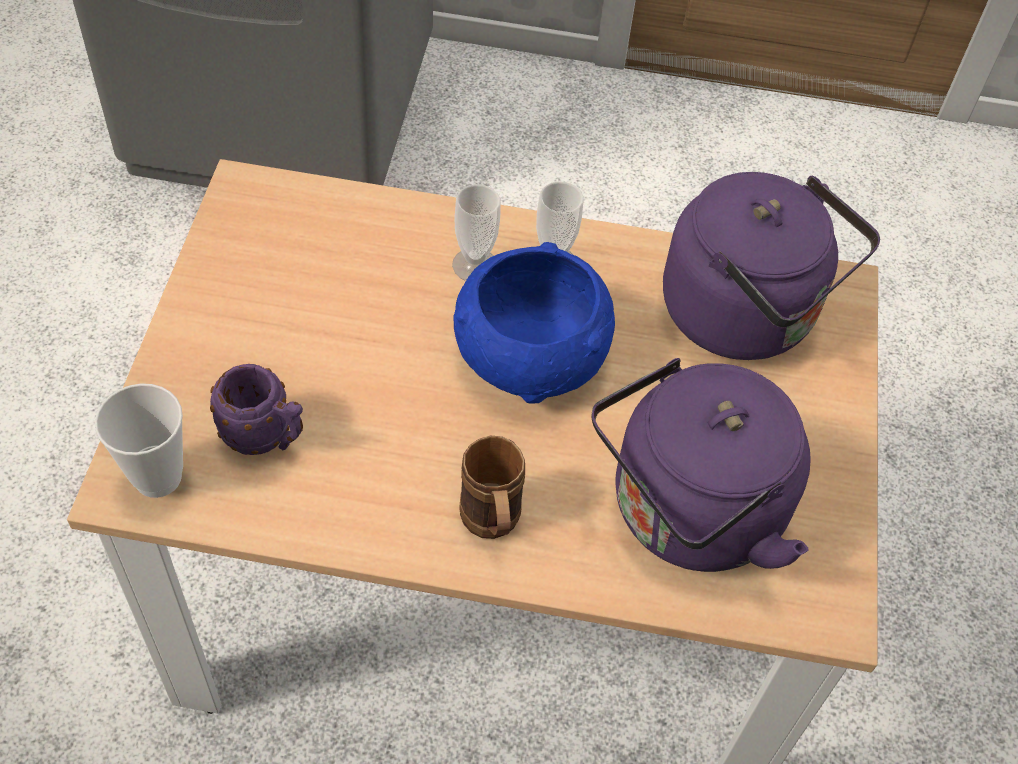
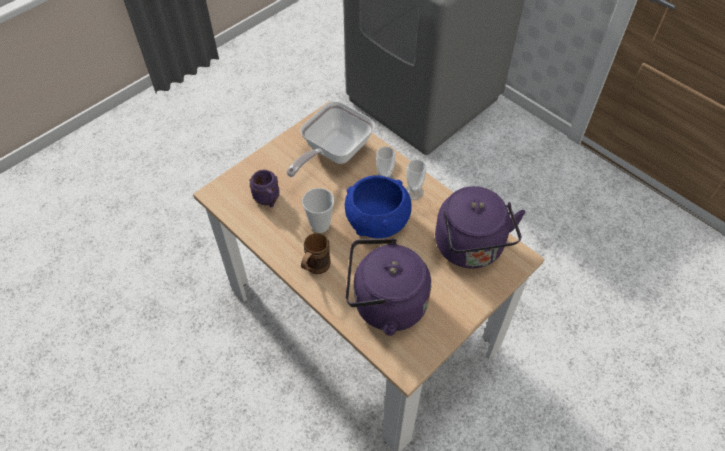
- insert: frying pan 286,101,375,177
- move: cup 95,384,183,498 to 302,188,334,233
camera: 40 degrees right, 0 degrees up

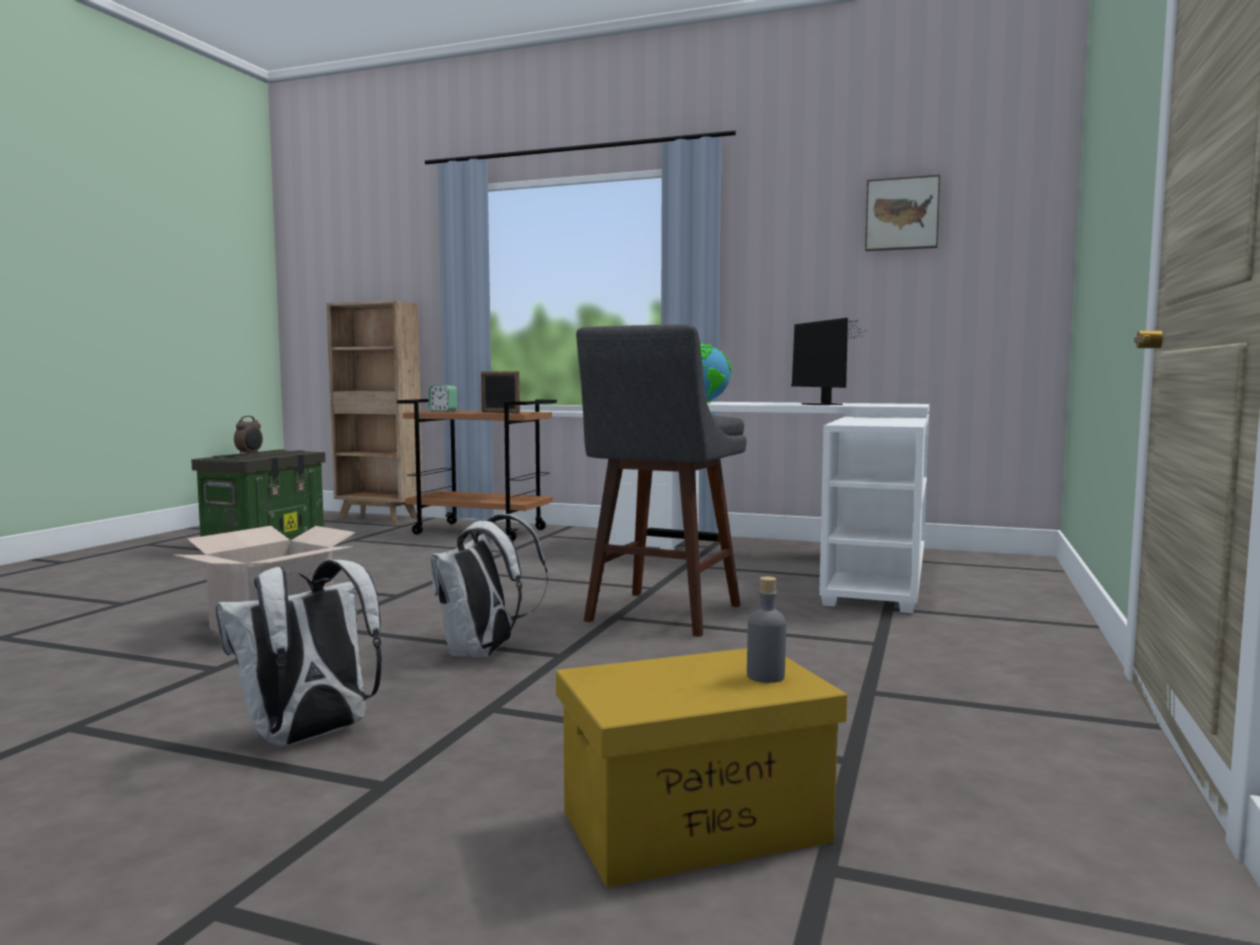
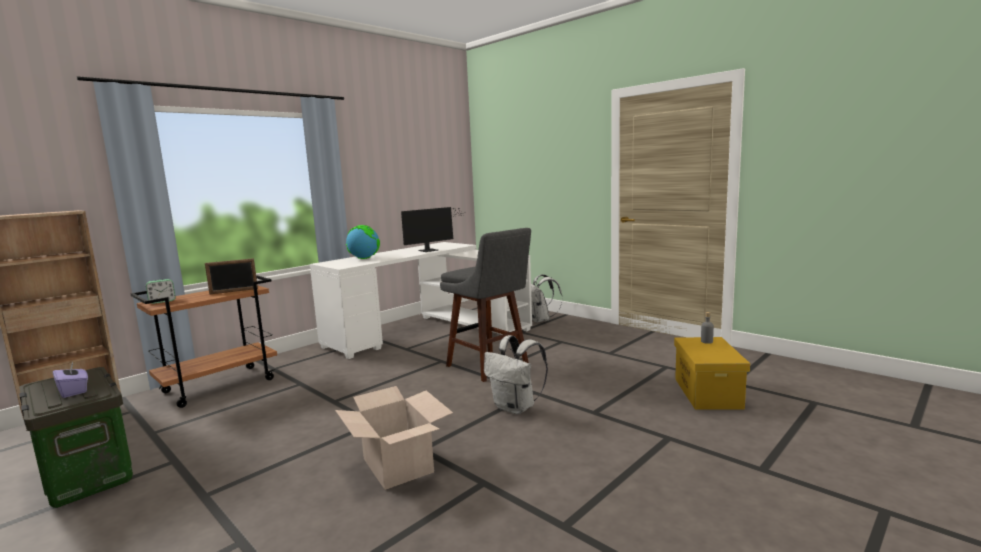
- replace: alarm clock 234,416,263,455 to purple tissue box 53,361,88,398
- rotate: monitor 791,318,865,405 = 401,207,467,252 45 degrees counterclockwise
- move: white backpack 216,560,382,746 to 531,274,563,323
- delete: picture 865,175,940,251
camera: 65 degrees left, 5 degrees up

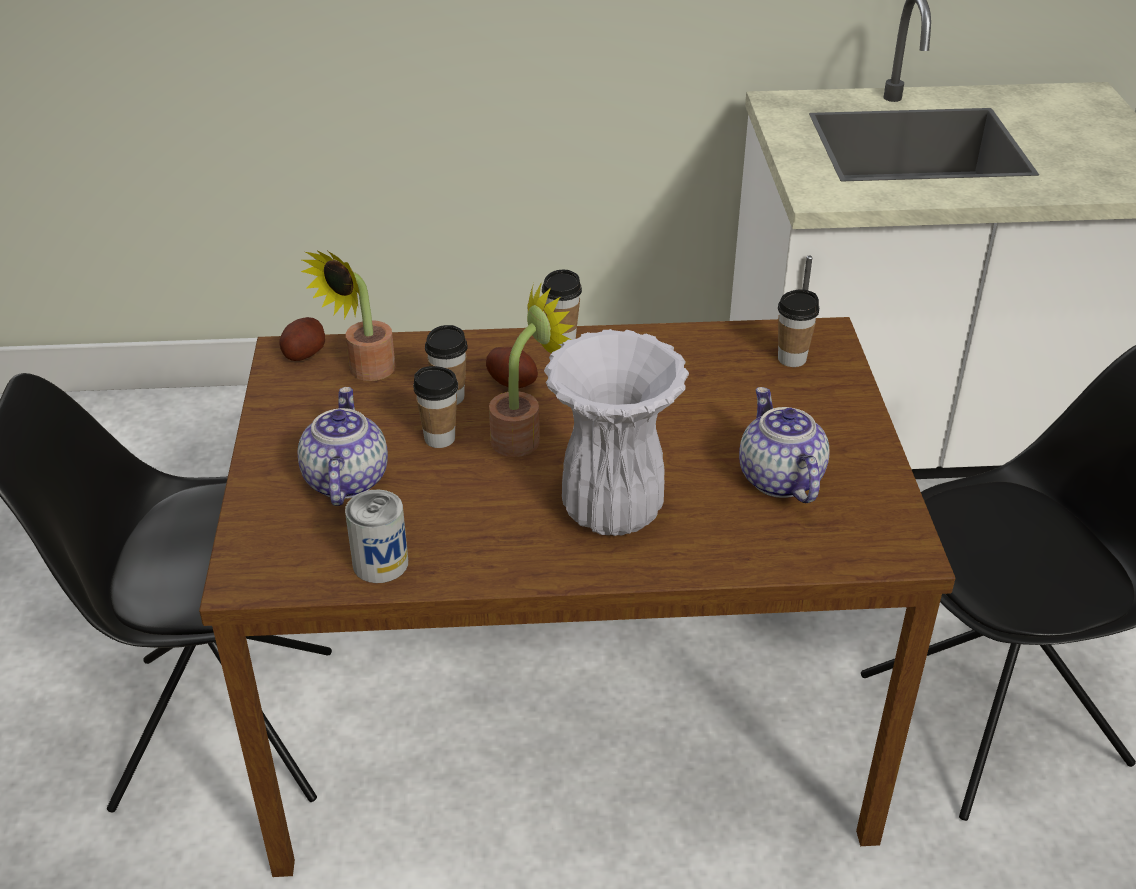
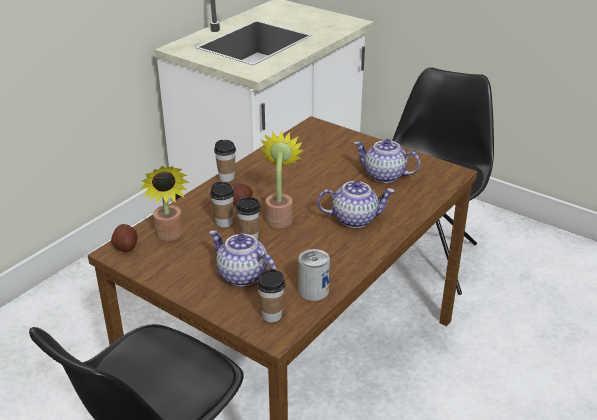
- move: cup 778,289,819,367 to 257,269,285,322
- replace: white vase 544,329,689,536 to teapot 317,181,395,228
camera: 50 degrees left, 5 degrees down

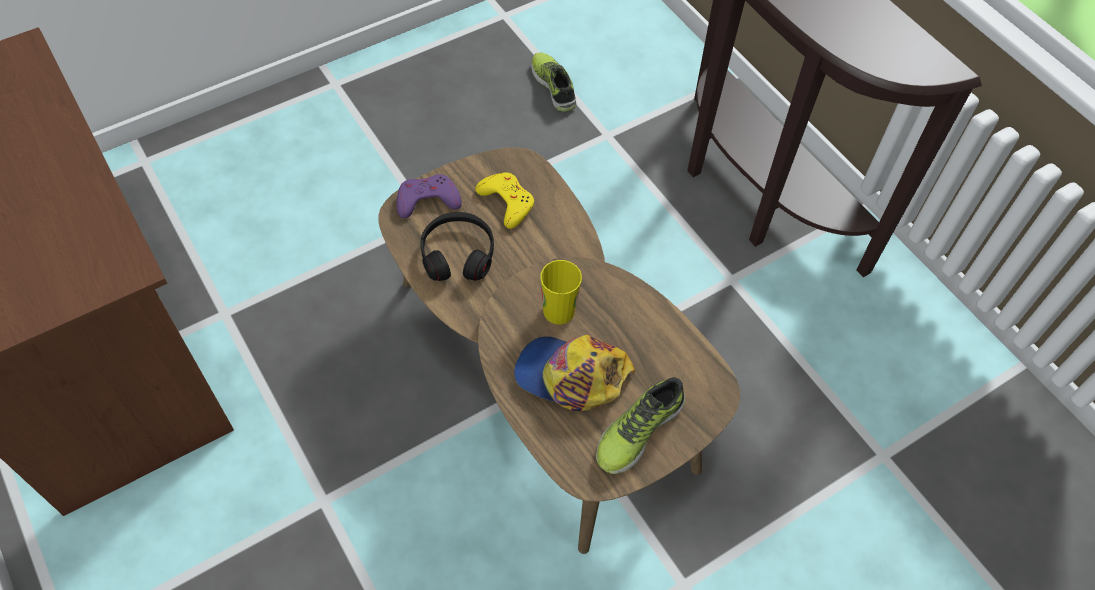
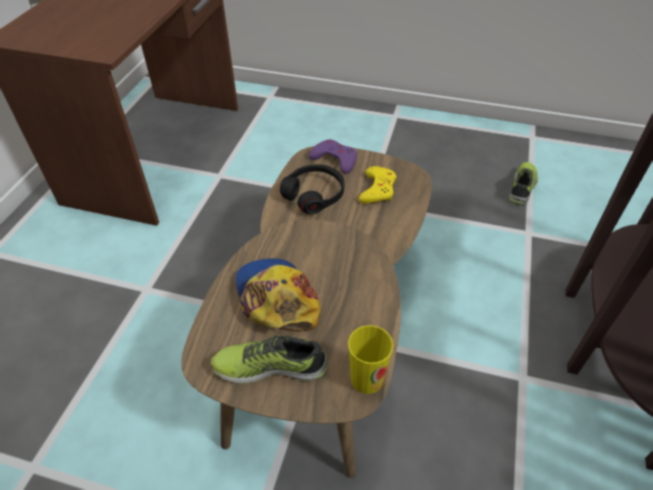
- move: cup 540,260,582,324 to 348,325,393,394
camera: 50 degrees right, 10 degrees down

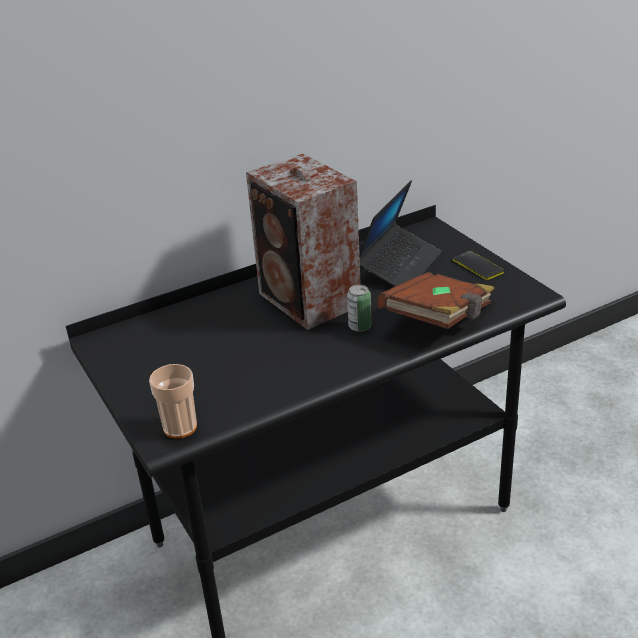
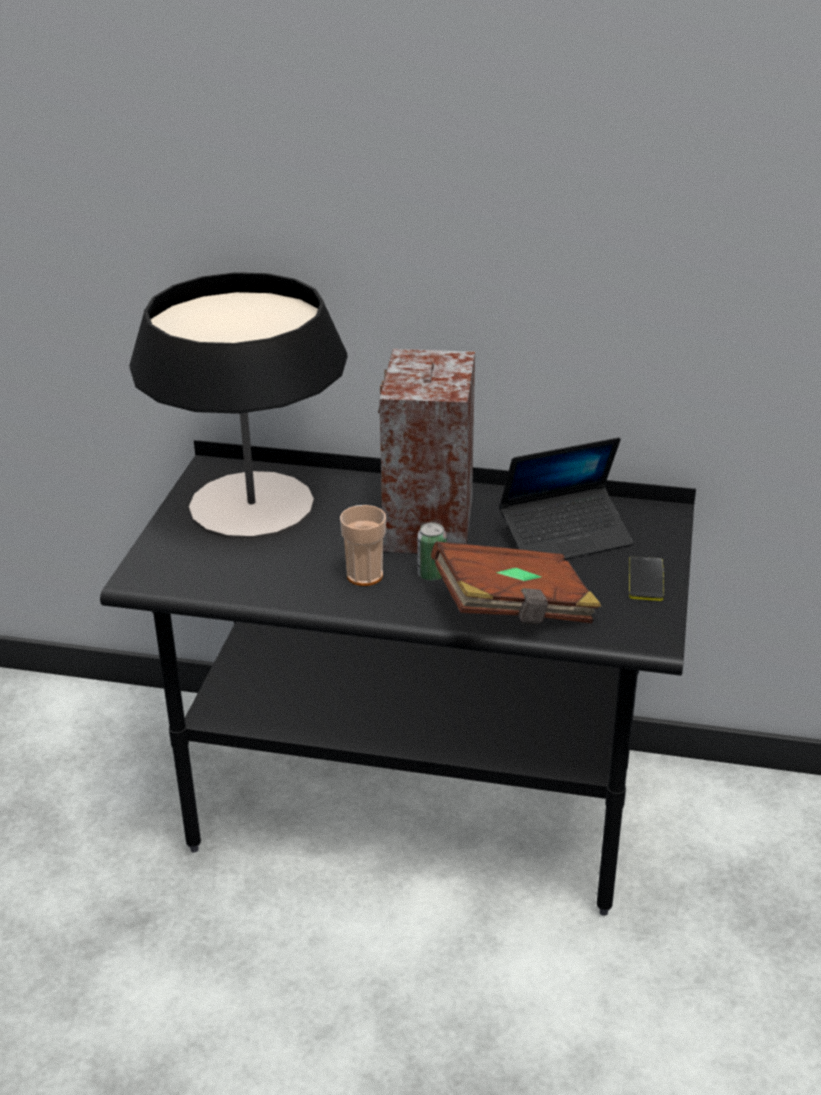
- insert: table lamp 129,272,347,540
- move: cup 149,364,197,439 to 340,505,386,586
camera: 40 degrees right, 0 degrees up

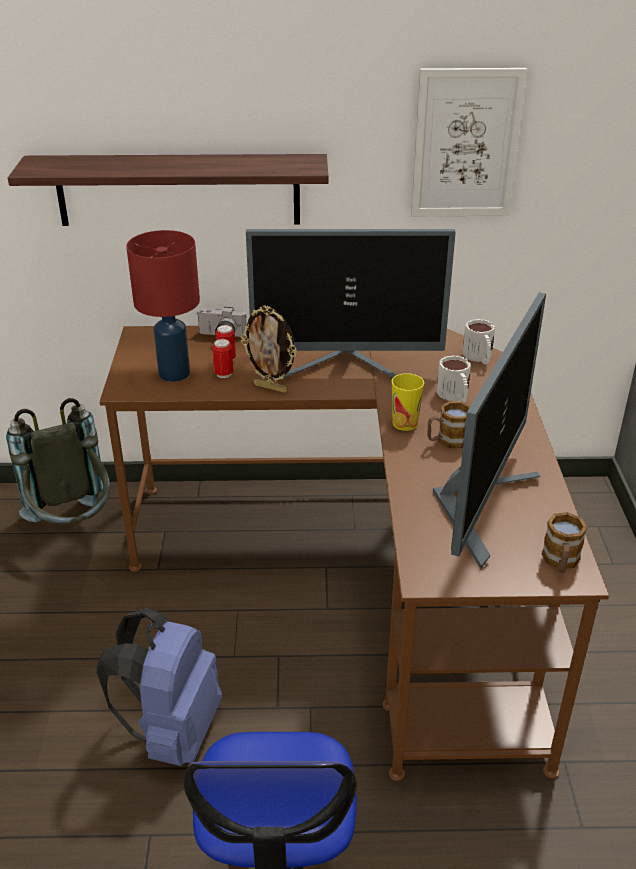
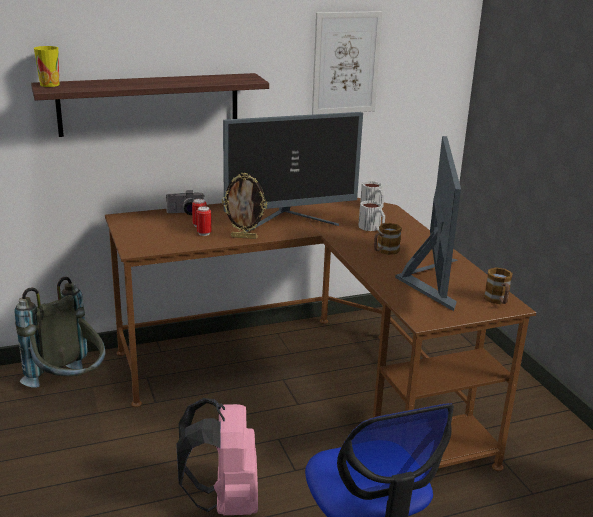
- move: cup 392,373,424,431 to 34,46,59,87
- recolor: blue backpack 97,608,222,766 to pink backpack 176,398,258,515
- delete: red table lamp 126,230,200,382
camera: 20 degrees left, 10 degrees down

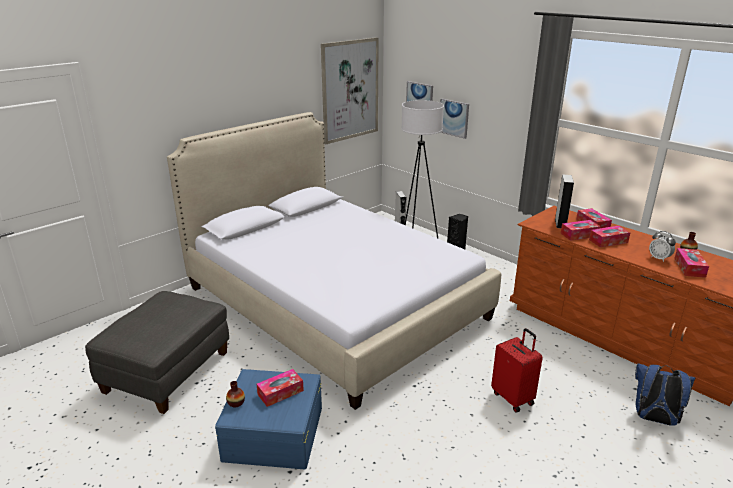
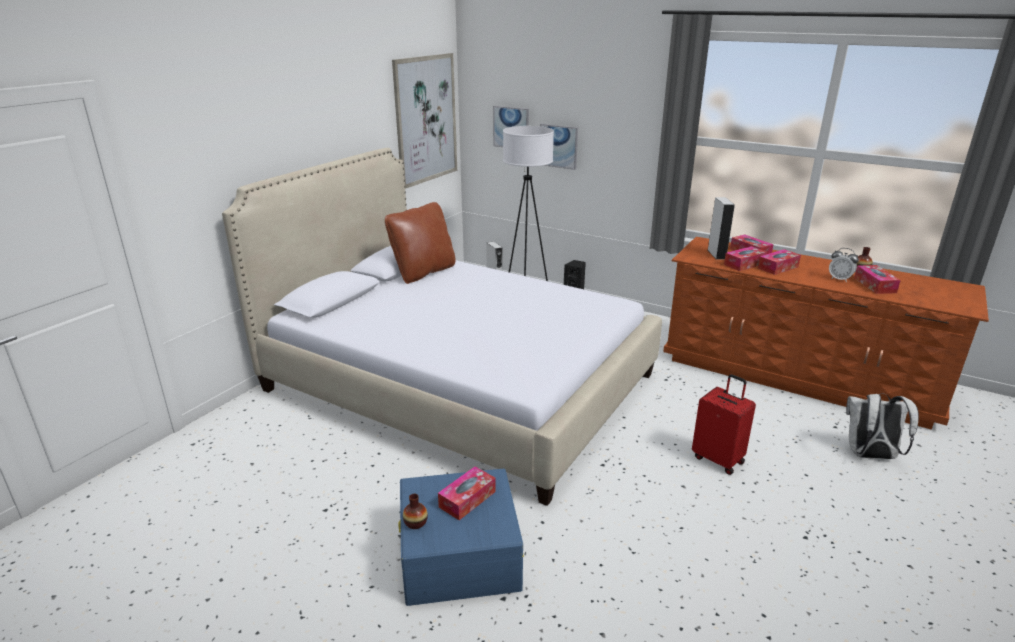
- insert: brown pillow 385,202,456,284
- recolor: blue backpack 635,363,695,426 to white backpack 846,393,919,459
- delete: grey ottoman 85,291,229,414
camera: 15 degrees left, 0 degrees up

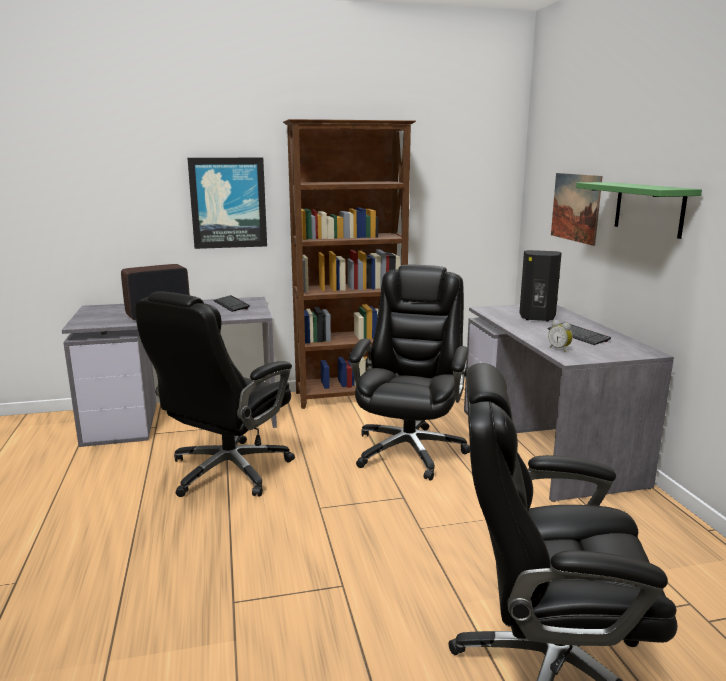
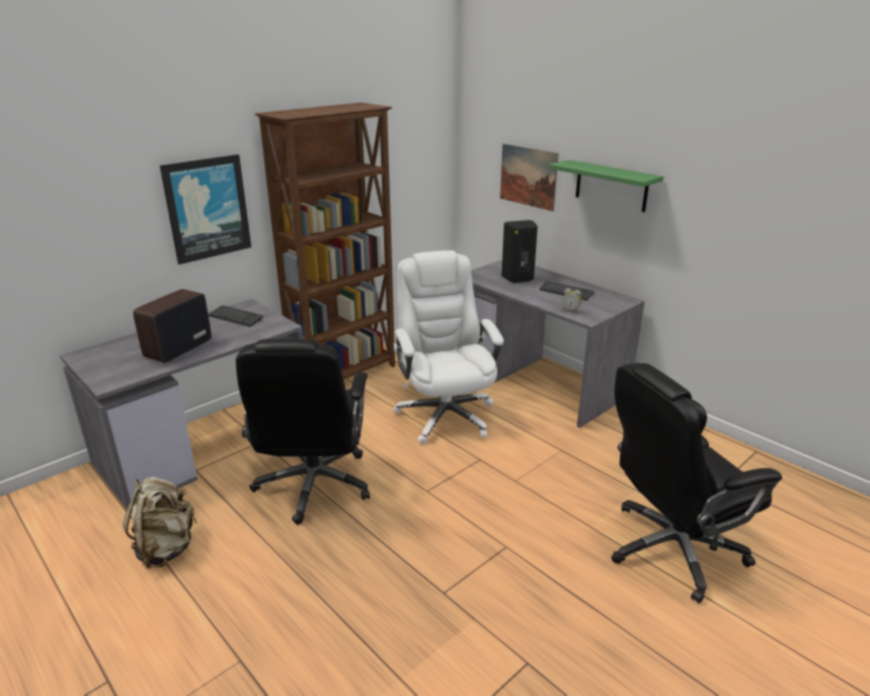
- insert: beige backpack 123,477,197,568
- recolor: black office chair 348,265,470,481 to white office chair 393,250,504,444
camera: 30 degrees left, 10 degrees up

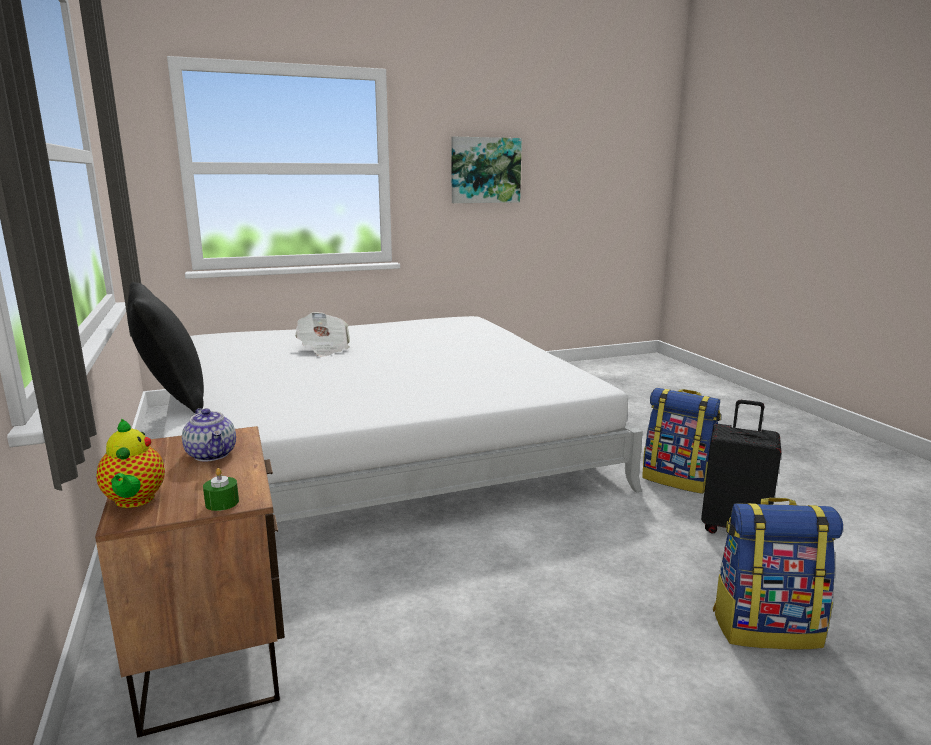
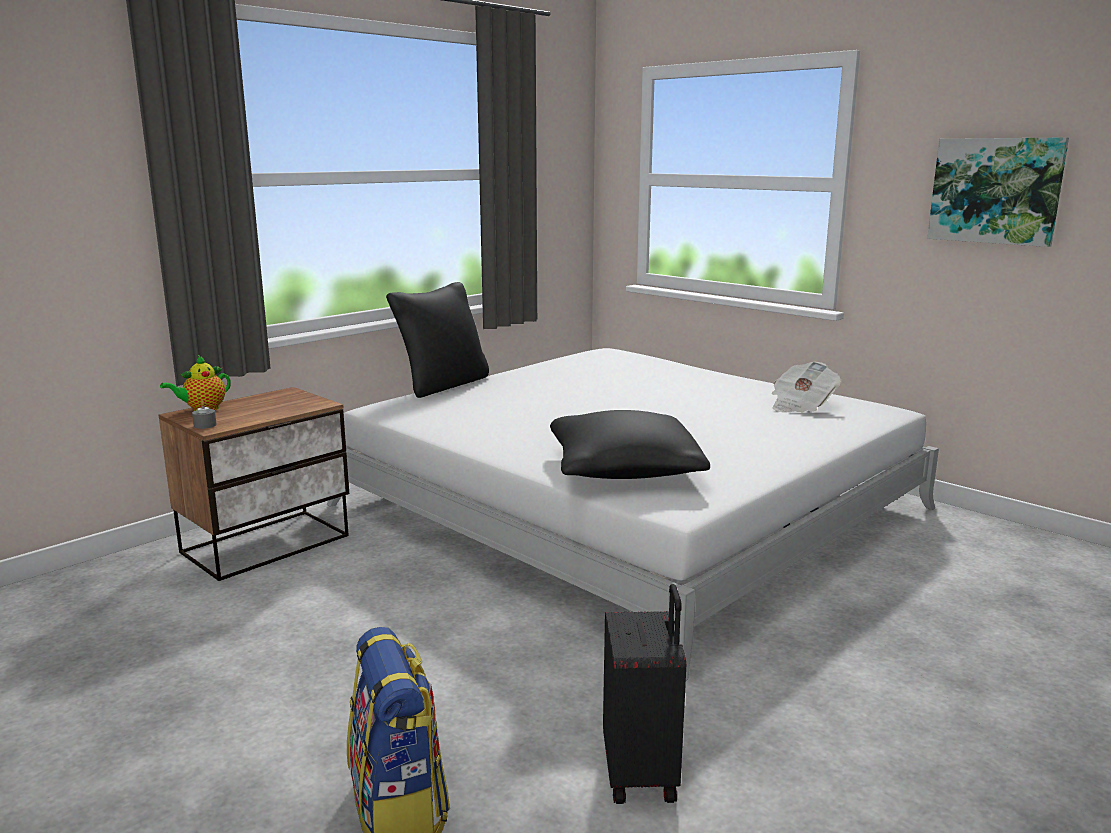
- recolor: green candle 203,468,239,511 to grey candle 192,401,217,429
- insert: black pillow 550,410,710,479
- move: newspaper 295,312,350,357 to 771,362,841,413
- delete: teapot 182,408,236,462
- delete: backpack 642,388,721,494
camera: 65 degrees right, 0 degrees up

